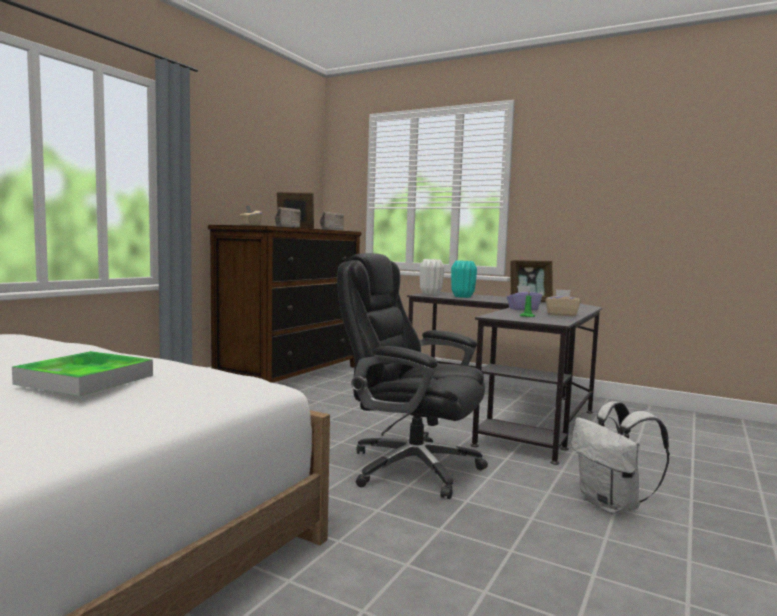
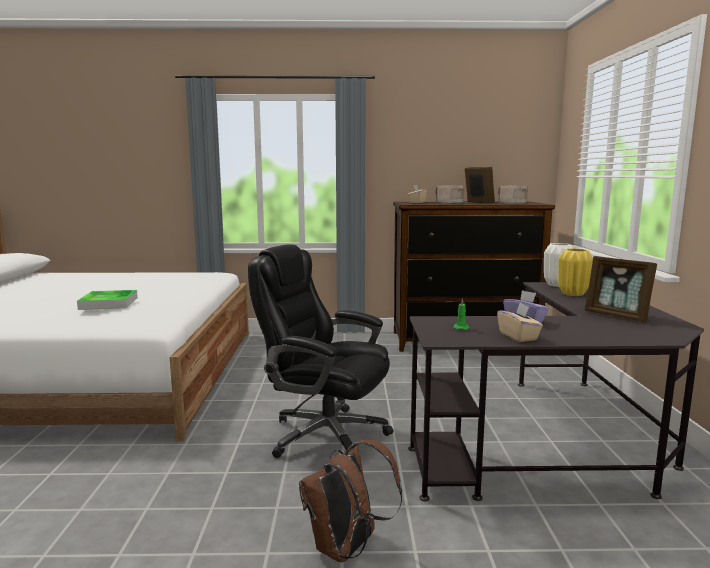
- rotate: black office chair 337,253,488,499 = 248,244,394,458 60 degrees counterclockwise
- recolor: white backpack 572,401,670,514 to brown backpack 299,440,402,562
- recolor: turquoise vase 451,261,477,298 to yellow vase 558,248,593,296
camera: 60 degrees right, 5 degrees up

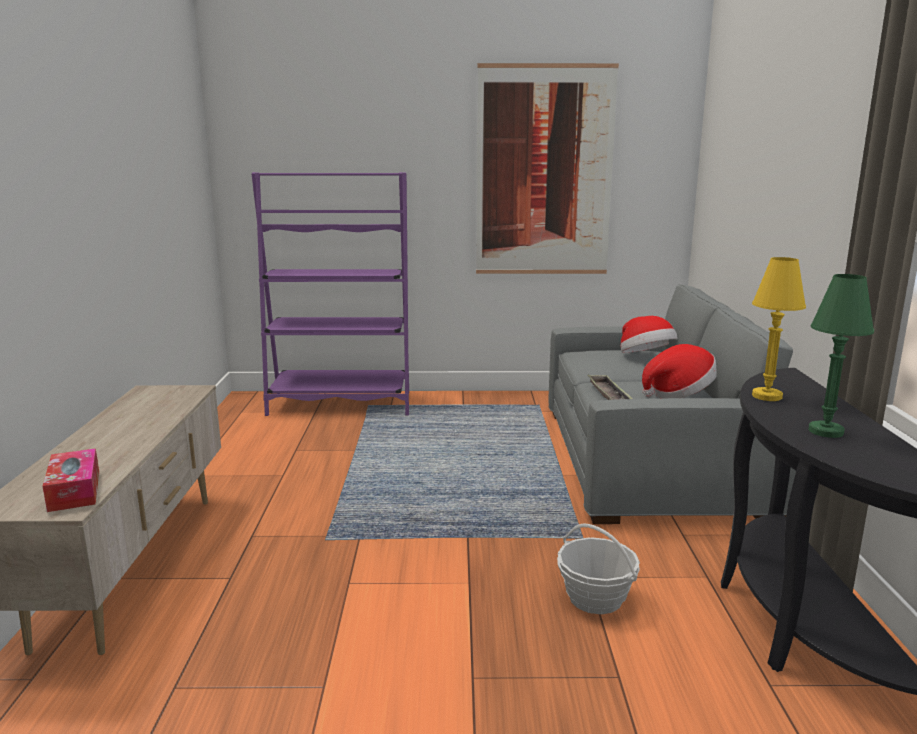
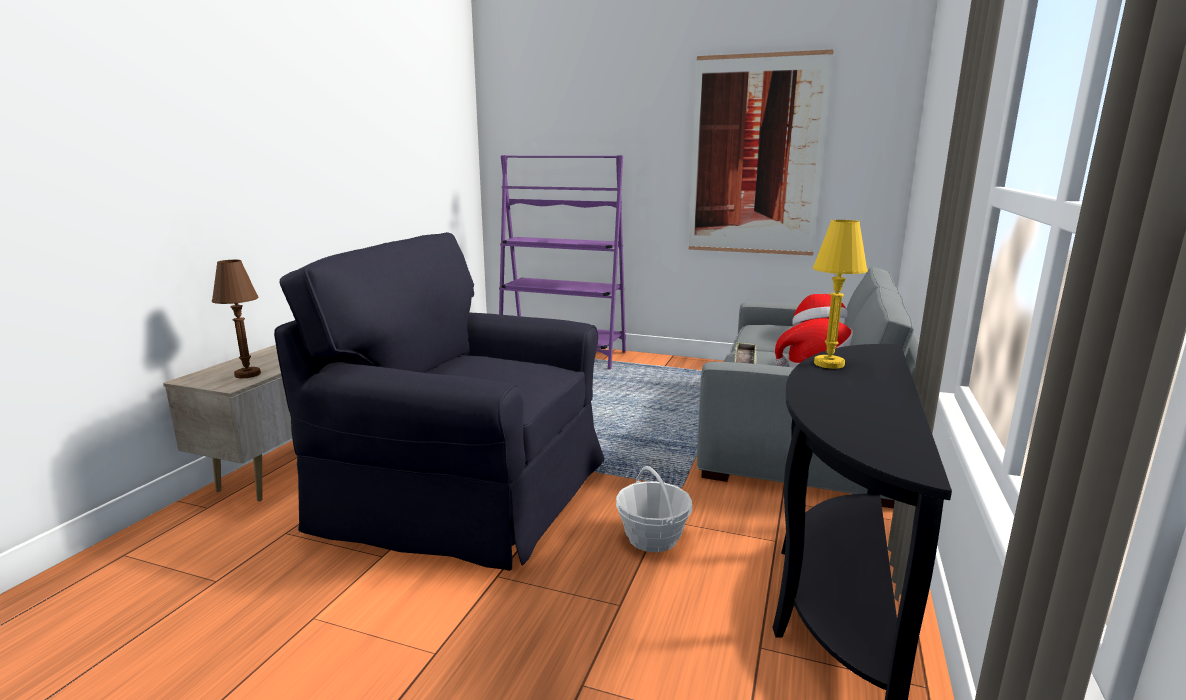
- replace: tissue box 43,448,99,512 to brown table lamp 212,260,261,379
- insert: black armchair 274,232,604,571
- delete: green table lamp 808,274,874,438
camera: 20 degrees right, 0 degrees up

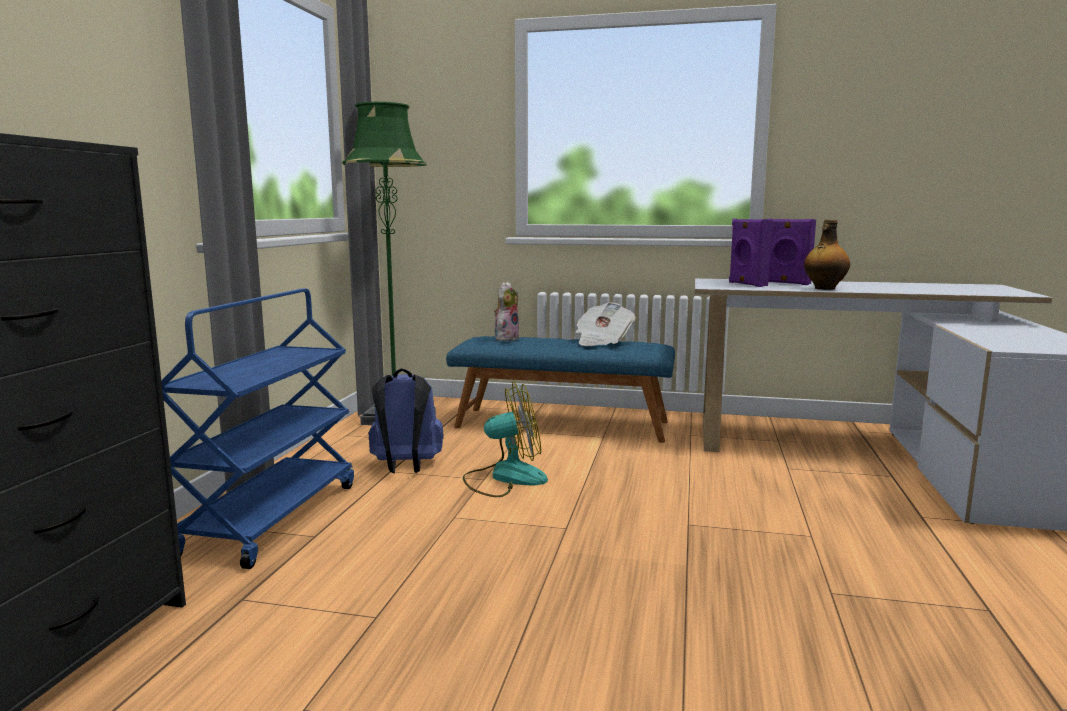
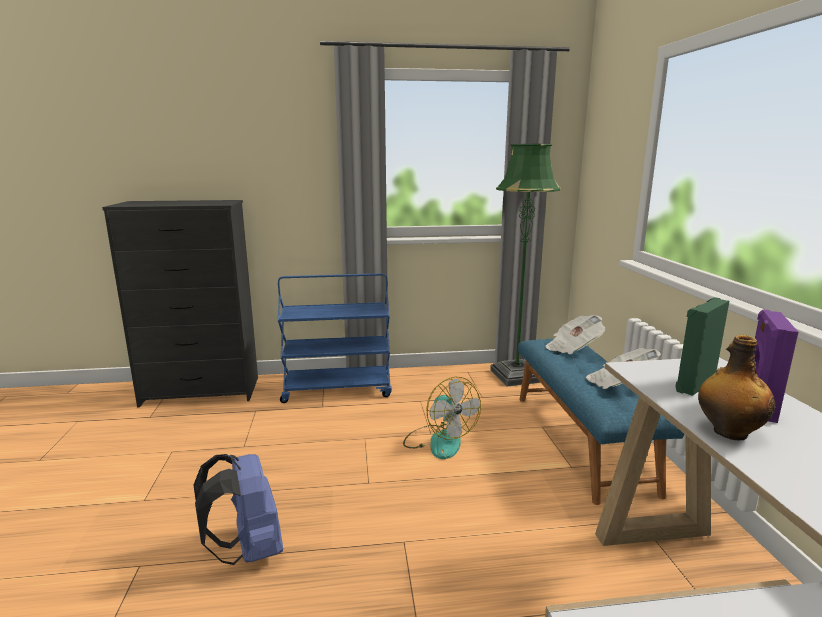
- move: blue backpack 368,369,444,473 to 193,454,283,565
- replace: plush toy 494,282,519,341 to newspaper 545,315,605,354
- recolor: purple speaker 729,219,772,287 to green speaker 675,297,729,396
camera: 70 degrees right, 5 degrees up

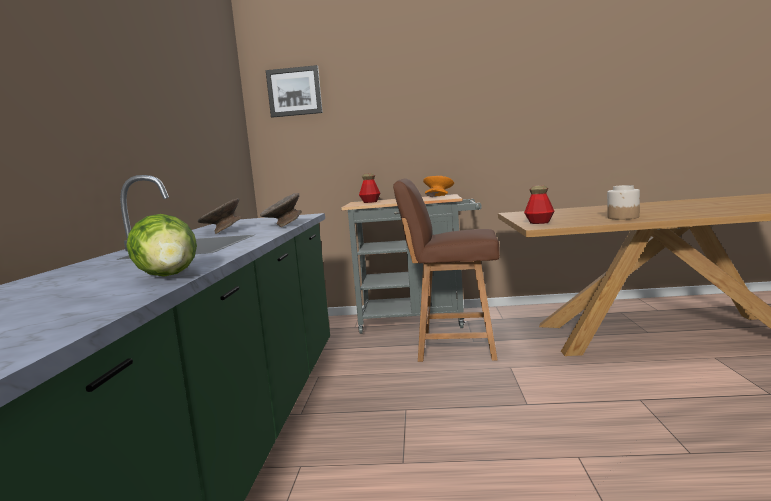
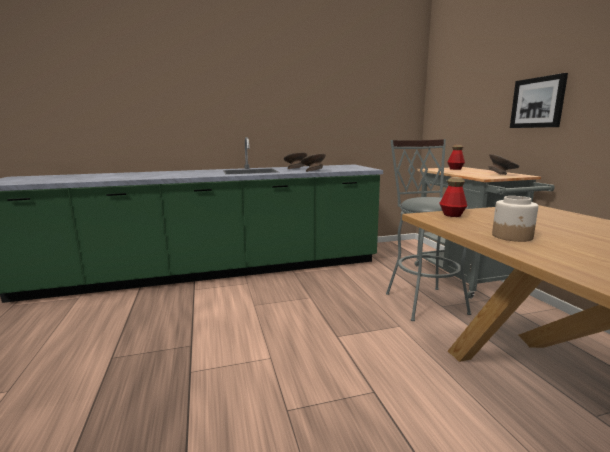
- replace: brown chair 393,178,500,362 to grey stool 386,139,471,321
- recolor: orange bowl 423,176,454,197 to grey bowl 488,154,519,175
- move: picture 266,65,323,118 to 510,73,568,128
- delete: lettuce 126,214,197,276
camera: 70 degrees right, 5 degrees up

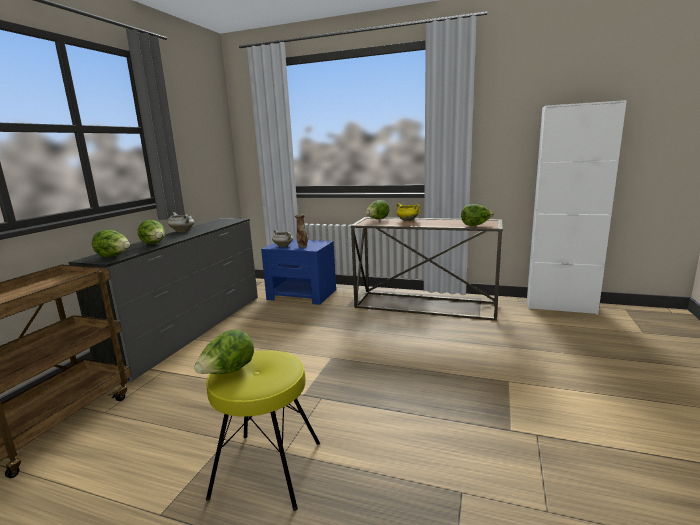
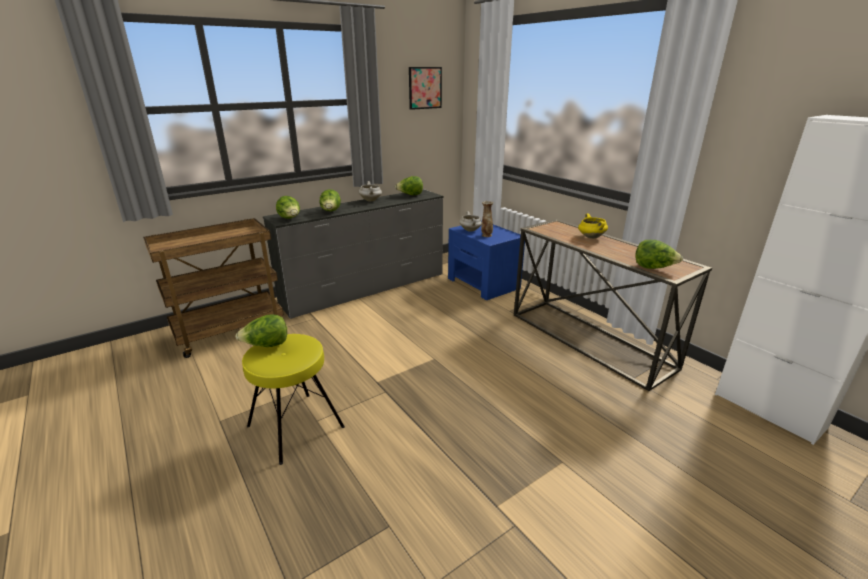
- move: lettuce 365,200,389,220 to 395,176,423,195
- insert: picture 409,67,442,110
camera: 35 degrees right, 10 degrees up

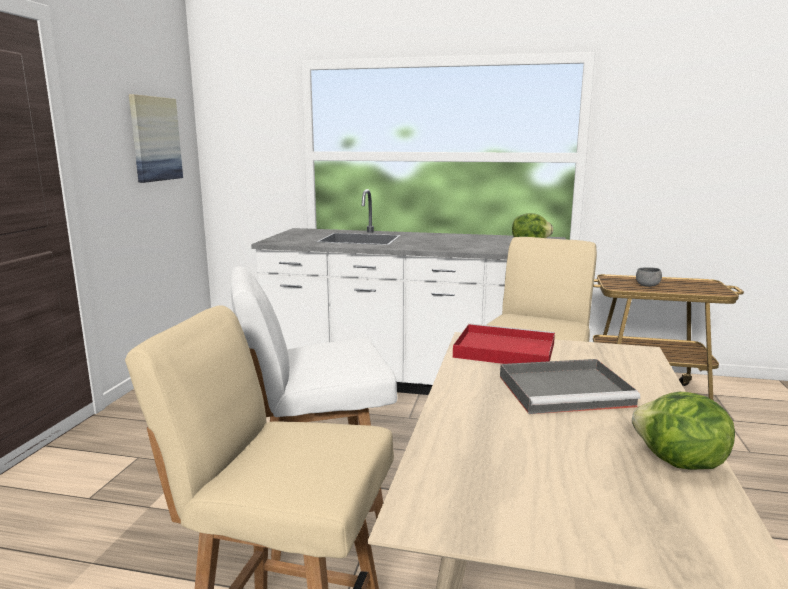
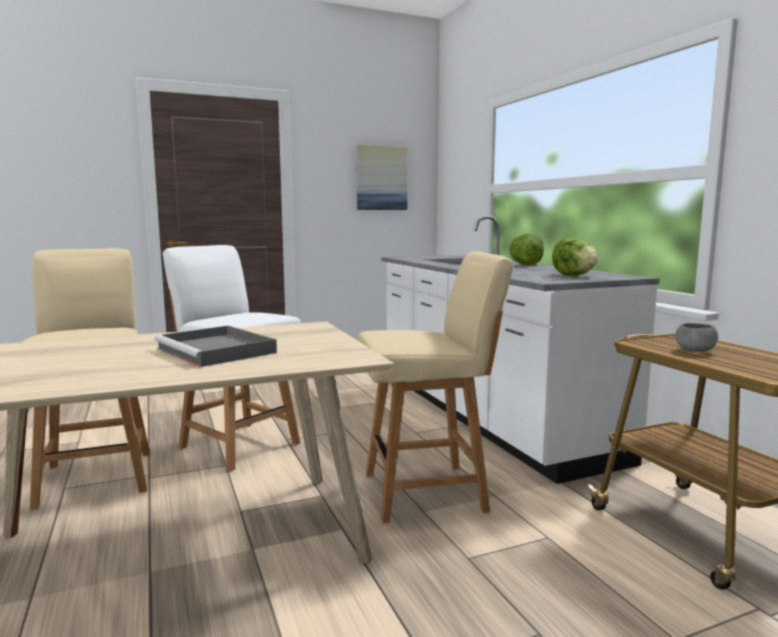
- move: lettuce 632,392,735,470 to 509,233,544,265
- delete: red tray 453,323,555,364
camera: 55 degrees right, 5 degrees down

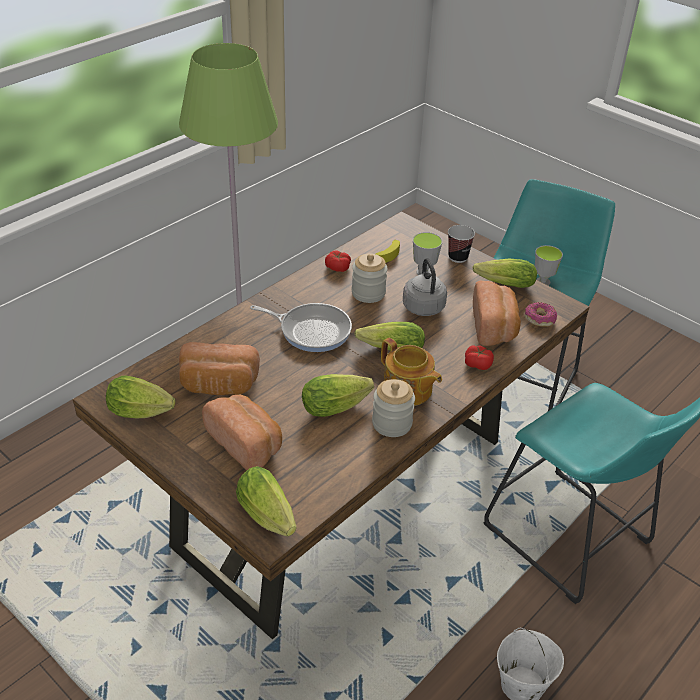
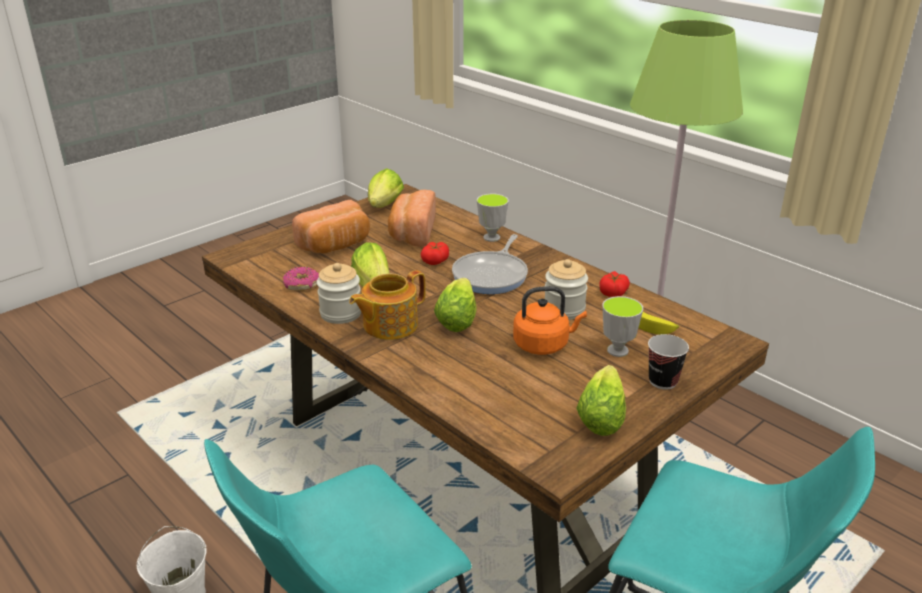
- move: donut 525,302,557,327 to 283,267,319,291
- move: tomato 465,345,494,370 to 421,242,449,265
- move: cup 535,245,563,286 to 477,194,509,242
- recolor: grey kettle 403,258,447,316 to orange kettle 513,286,587,355
- delete: lettuce 236,466,296,537
- delete: bread 473,281,521,346
camera: 95 degrees right, 10 degrees down

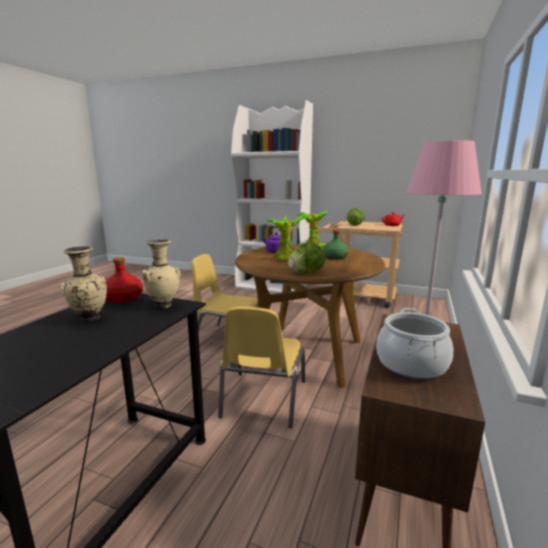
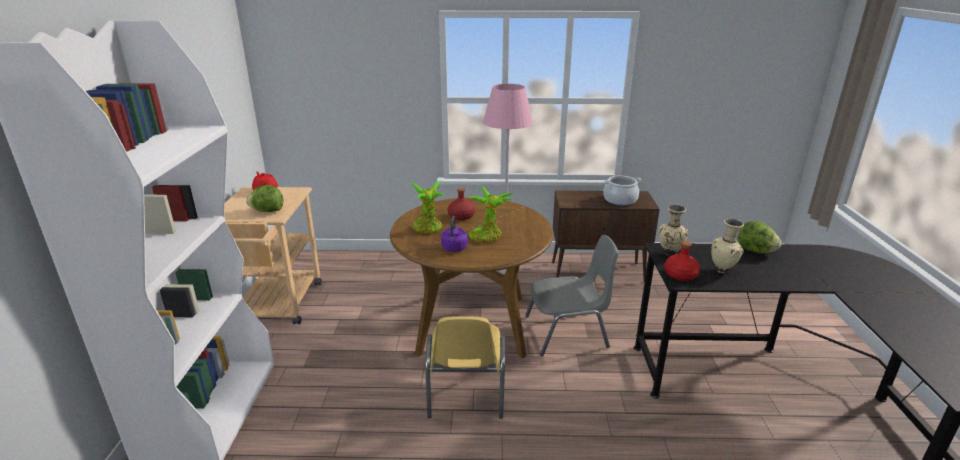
- recolor: green bottle 323,230,349,260 to red bottle 448,188,475,220
- recolor: yellow chair 218,307,305,428 to grey chair 525,235,619,356
- move: lettuce 288,242,325,273 to 738,221,781,254
camera: 110 degrees left, 10 degrees up

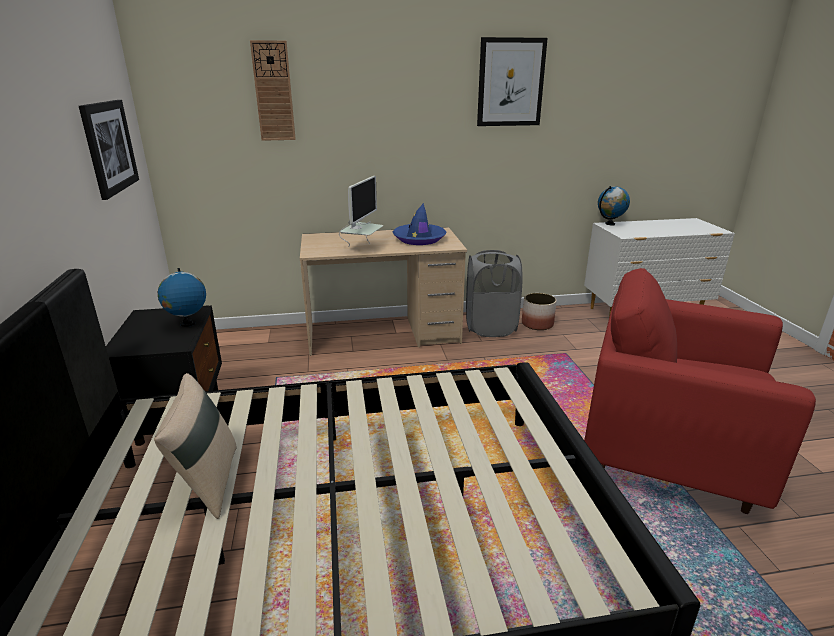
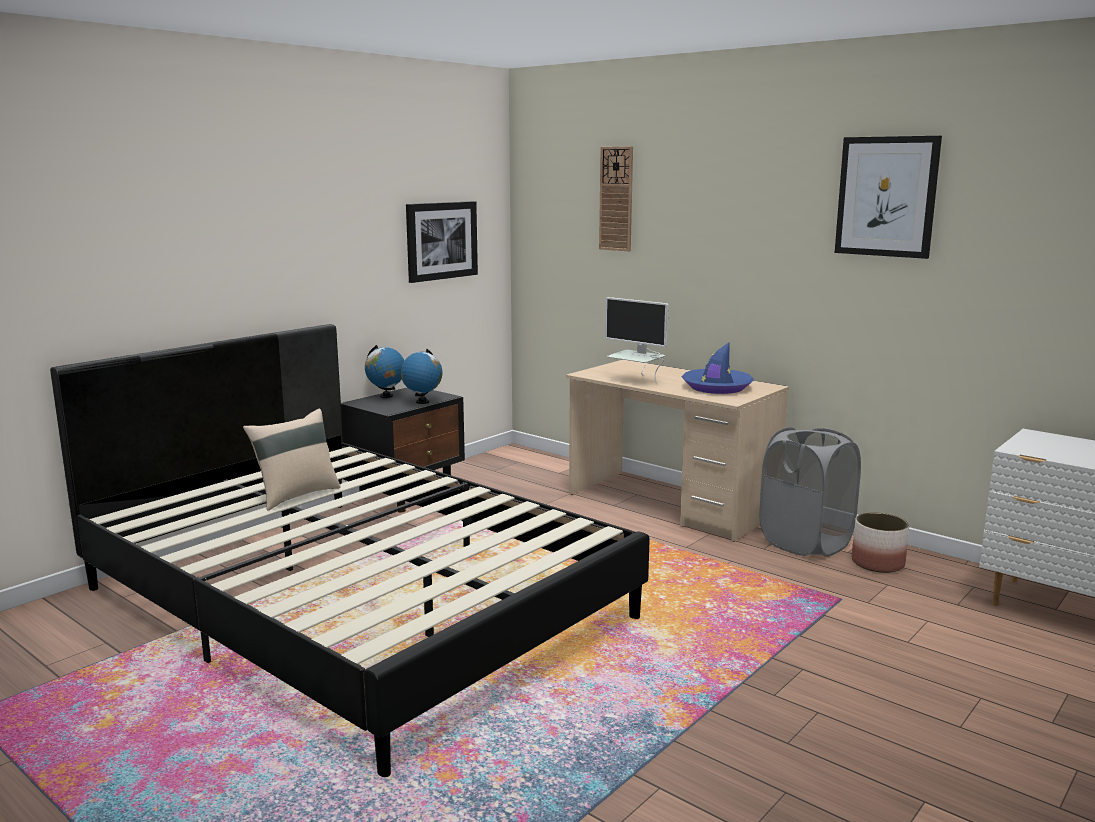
- move: globe 598,186,630,226 to 365,345,404,398
- rotate: monitor 339,176,383,247 = 604,297,669,385 60 degrees clockwise
- delete: red armchair 584,268,816,514
camera: 50 degrees right, 10 degrees down

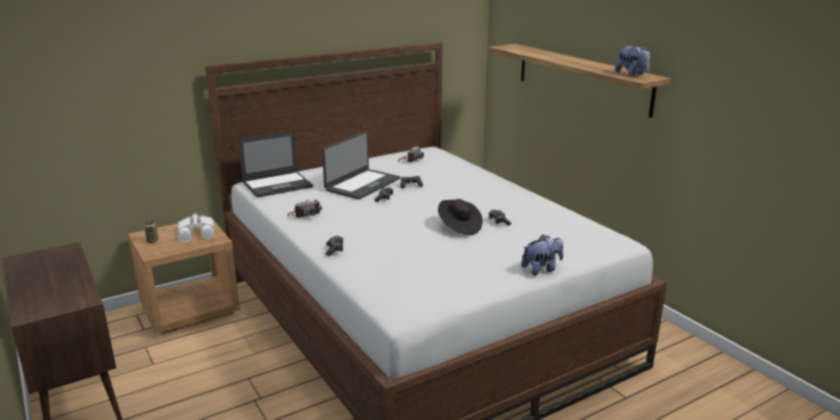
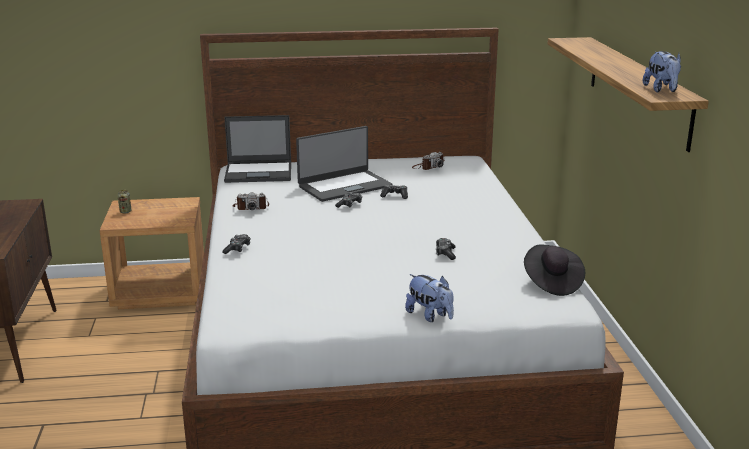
- rotate: plush toy 521,234,563,276 = 405,274,454,322 45 degrees clockwise
- move: black hat 438,199,483,235 to 524,244,585,296
- delete: white binoculars 178,214,214,242
camera: 25 degrees right, 0 degrees up

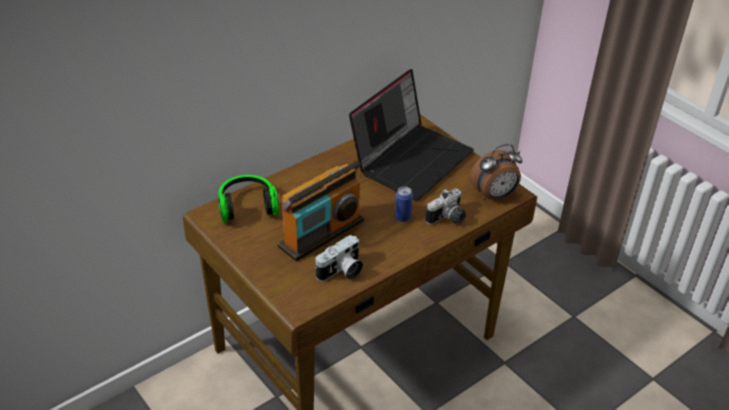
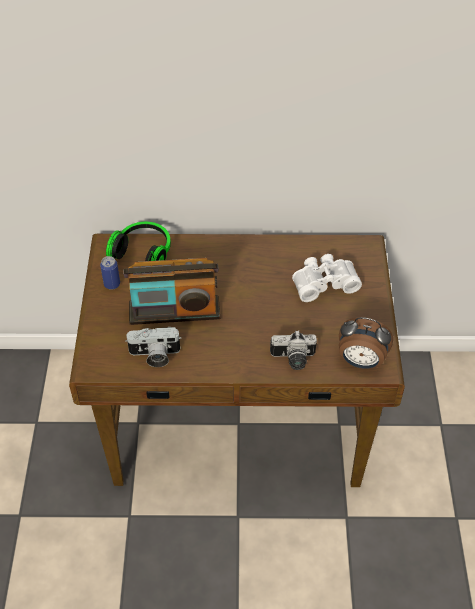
- move: can 395,186,413,222 to 100,256,120,290
- replace: laptop 349,69,474,201 to white binoculars 292,254,362,302
camera: 40 degrees right, 10 degrees up

